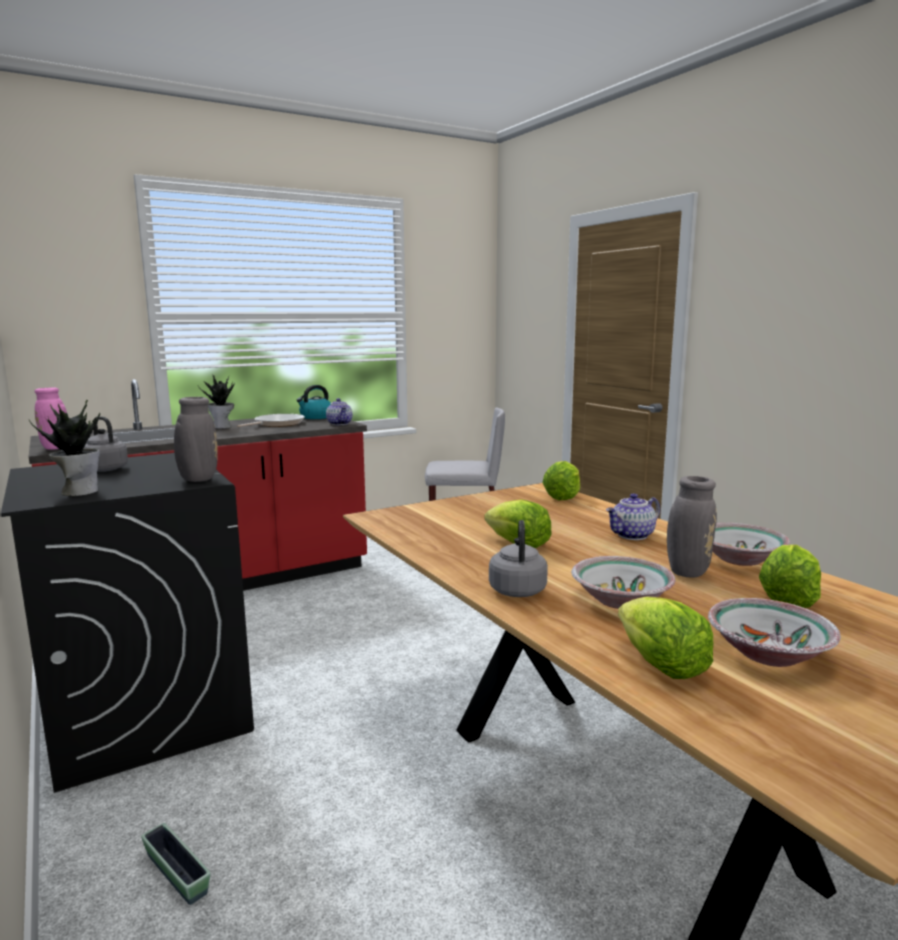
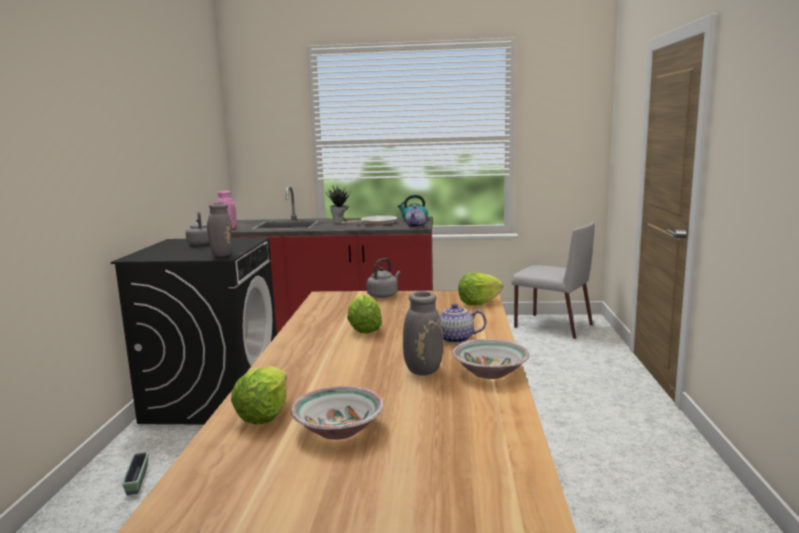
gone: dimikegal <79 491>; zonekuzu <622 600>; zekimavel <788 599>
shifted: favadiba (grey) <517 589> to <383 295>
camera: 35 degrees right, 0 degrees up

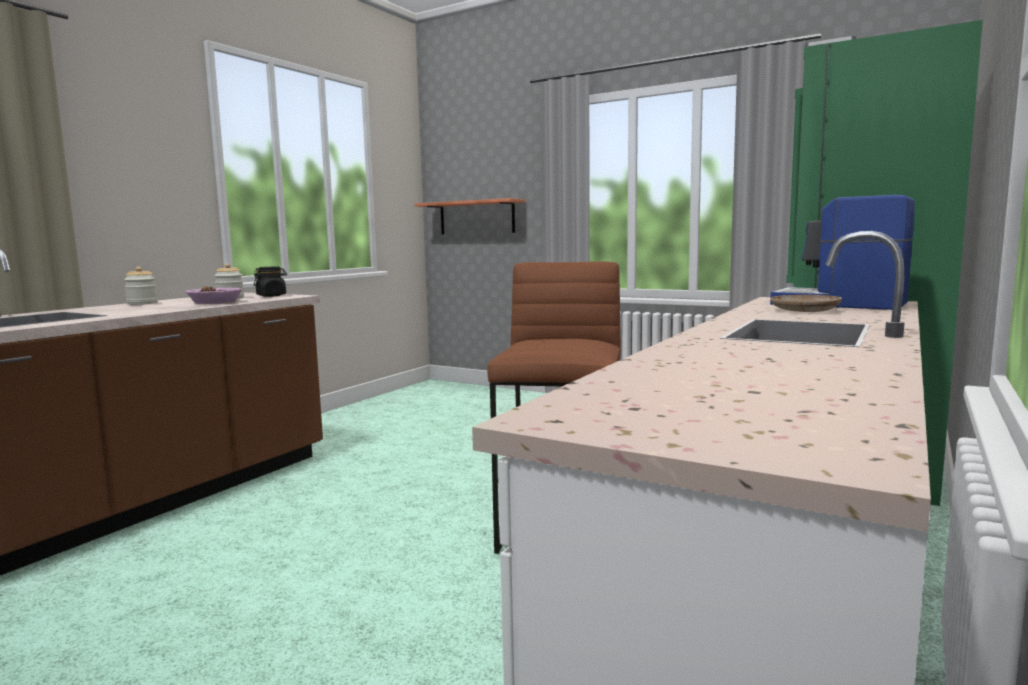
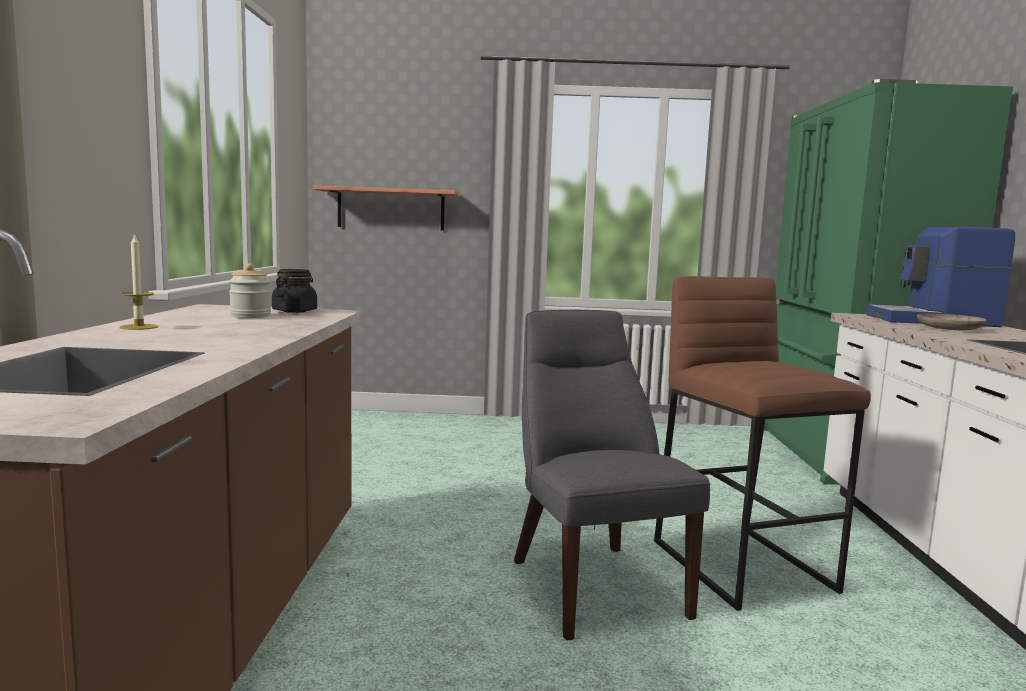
gone: zonekuzu <215 302>
new: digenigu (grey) <592 583>
swapped: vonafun <142 303> to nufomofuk <139 327>
camera: 30 degrees left, 0 degrees up

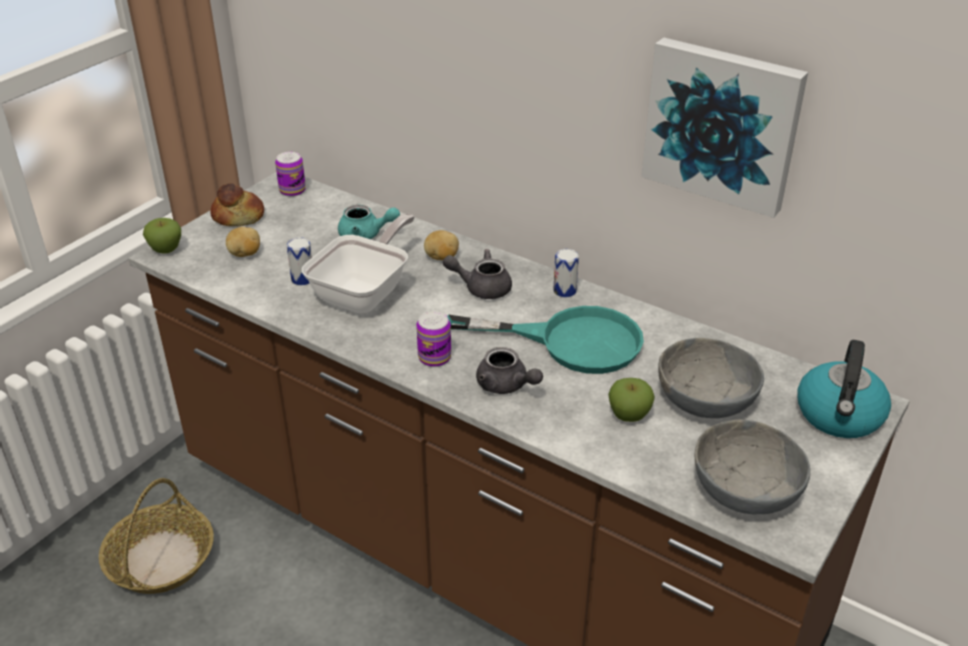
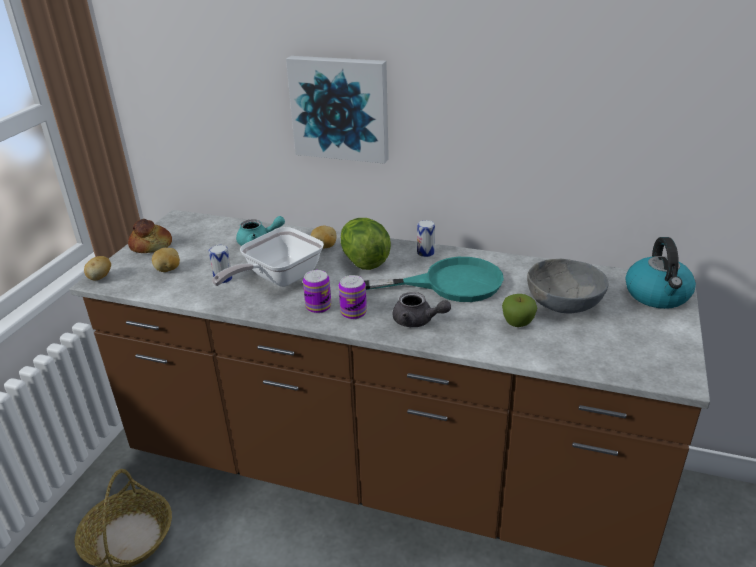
gone: zonekuzu (grey) <744 491>
shifted: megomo <722 124> to <340 108>; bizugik <292 190> to <318 307>
swapped: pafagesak <166 250> to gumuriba <100 278>; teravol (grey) <481 287> to zekimavel <364 261>
rotated: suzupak <365 293> = <277 279> 150 degrees counterclockwise
camera: 15 degrees left, 5 degrees down

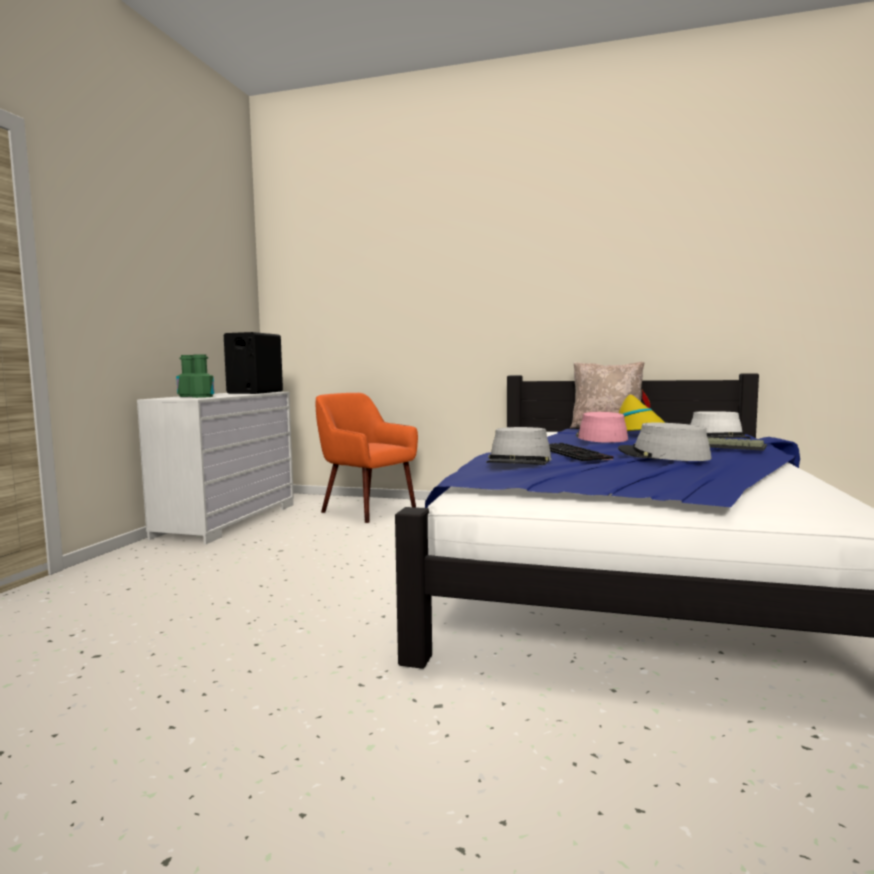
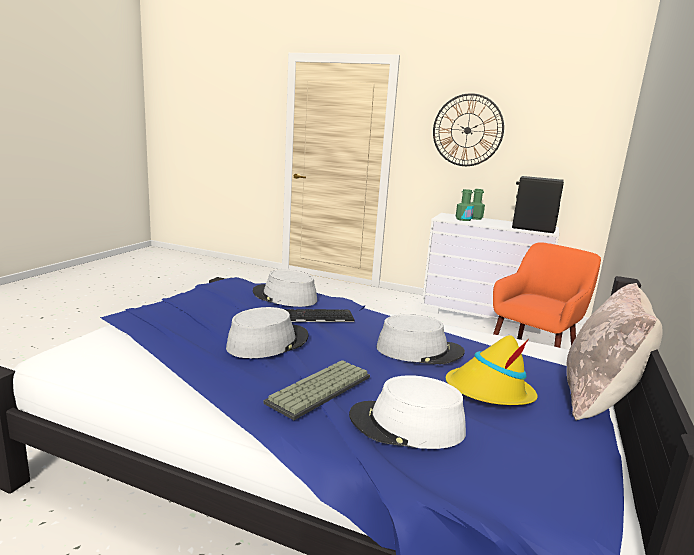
new: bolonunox <467 130>
repainted: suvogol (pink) <600 438> to suvogol (grey) <419 350>
camera: 95 degrees right, 10 degrees up

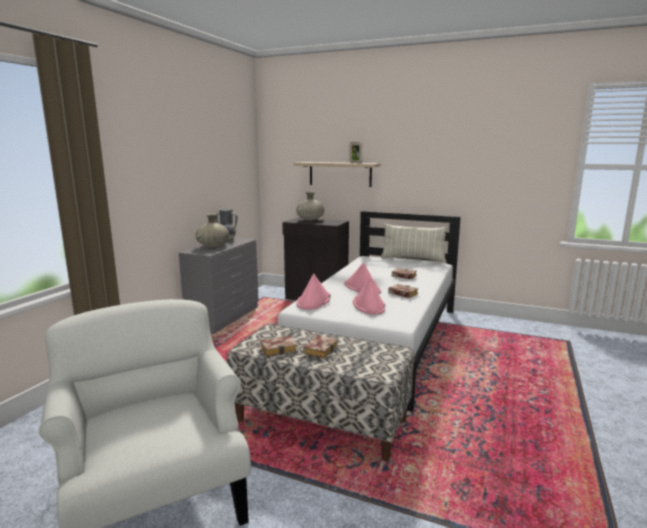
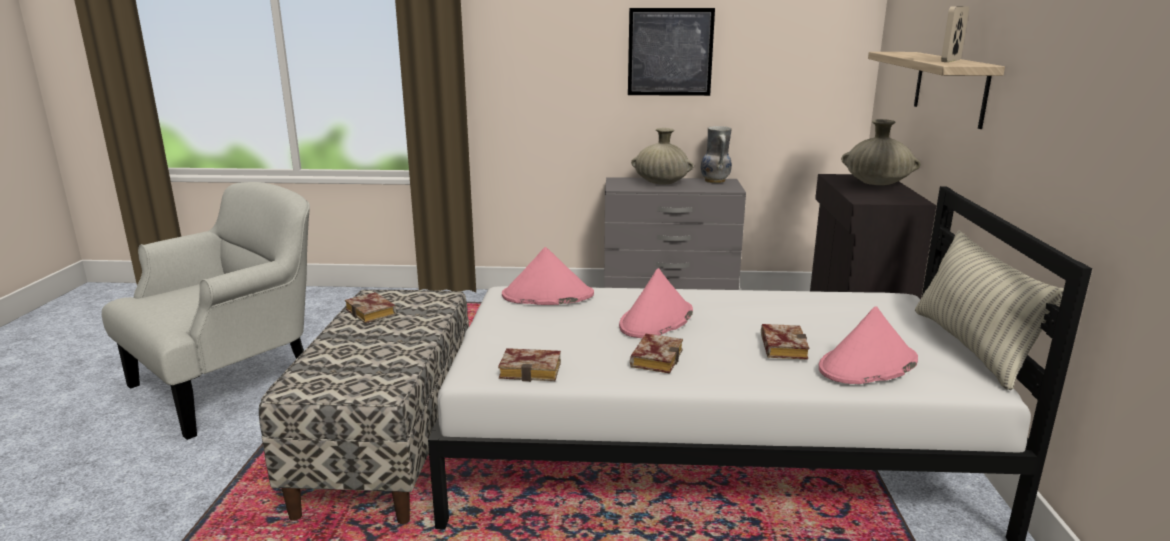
new: megomo <670 52>
shifted: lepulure <320 349> to <533 370>; suvogol (pink) <369 305> to <867 365>
camera: 70 degrees right, 5 degrees up

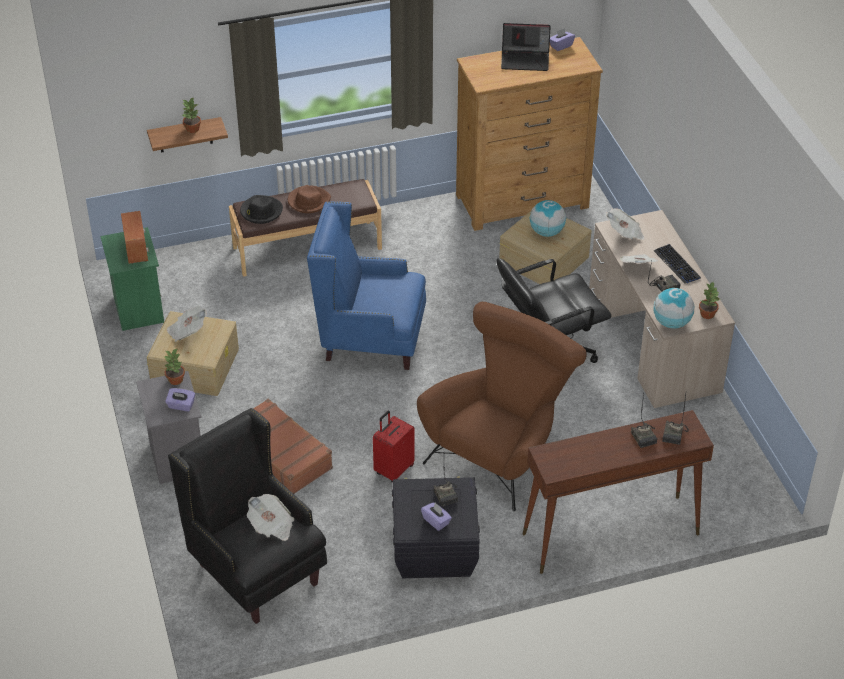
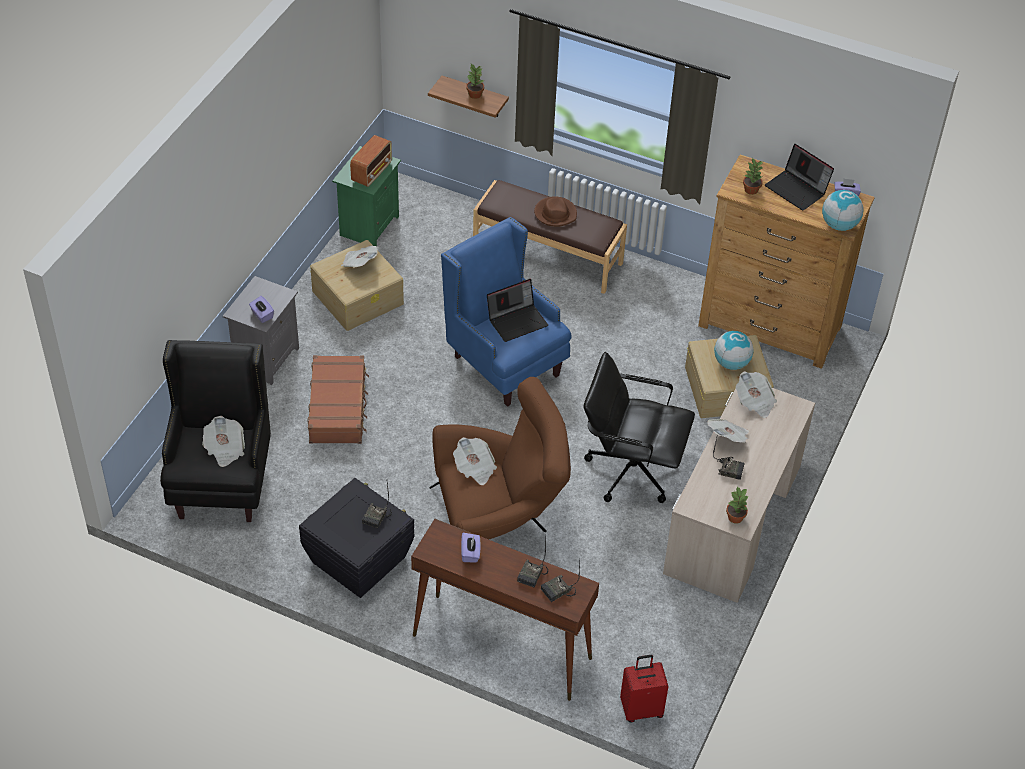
gone: suvogol (black) <261 211>; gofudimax <677 265>
new: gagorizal <475 468>; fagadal <517 321>
shifted: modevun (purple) <436 521> to <470 553>; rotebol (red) <393 469> to <641 709>; dimikegal <176 380> to <751 190>; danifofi <671 323> to <839 225>
camera: 40 degrees right, 5 degrees up

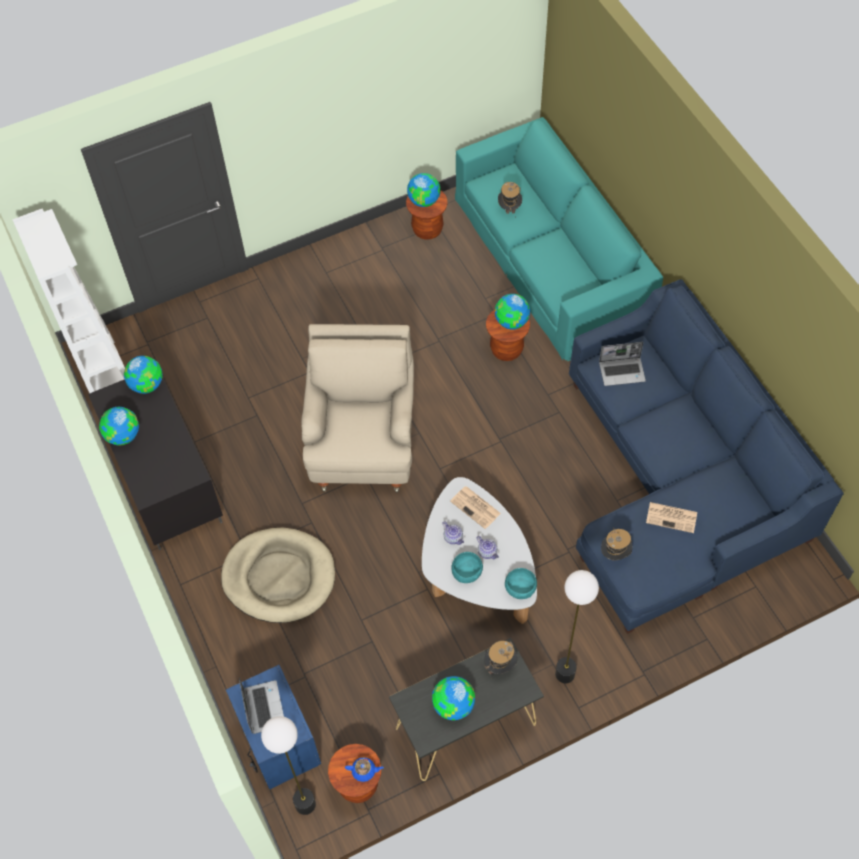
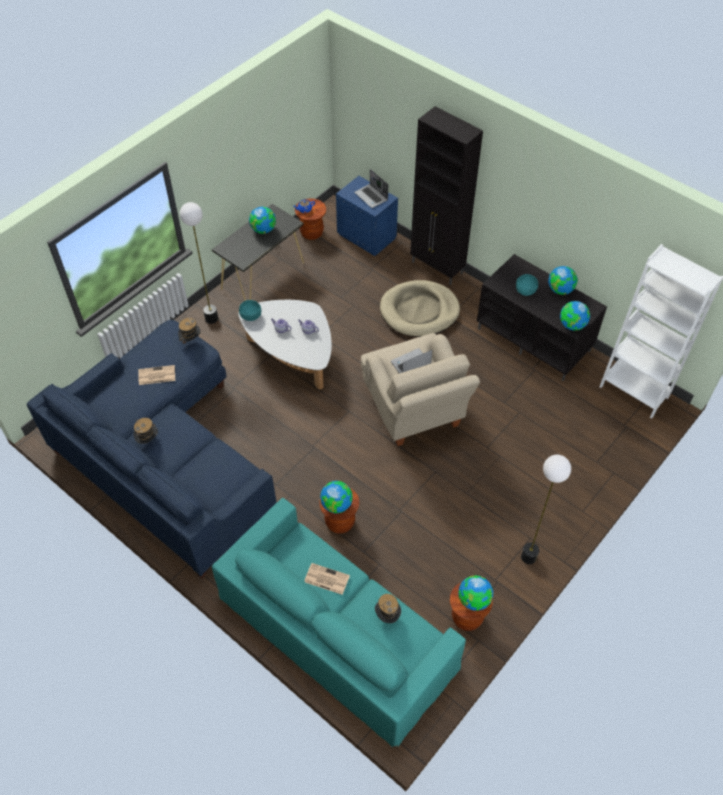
new: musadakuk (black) <437 268>
shifted: suvogol <500 665> to <148 440>; gagorizal <476 507> to <326 579>; fagadal <622 371> to <410 364>; zonekuzu (turquoise) <466 573> to <525 290>; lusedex <305 804> to <528 557>
camera: 155 degrees right, 5 degrees down

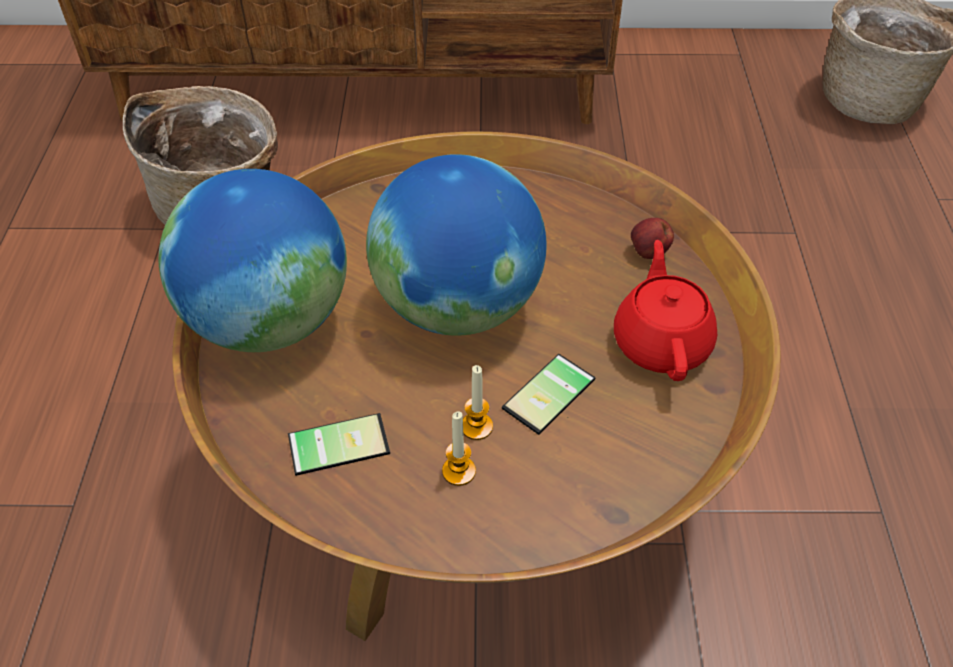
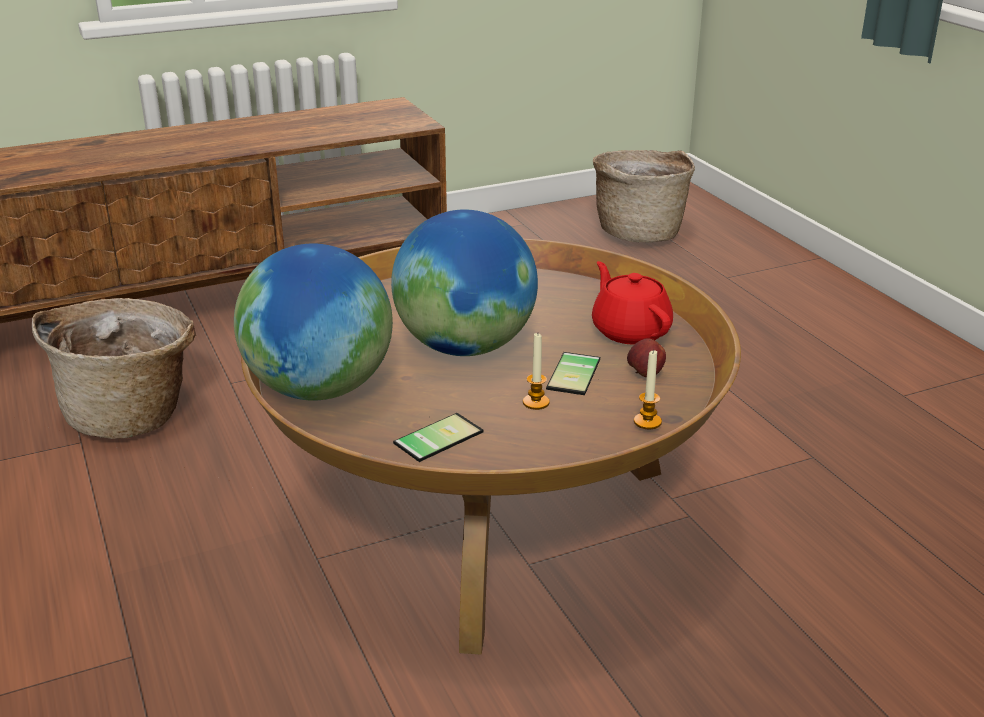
shifted: pafagesak <648 253> to <645 374>; nufomofuk <459 471> to <647 422>
camera: 25 degrees left, 20 degrees down

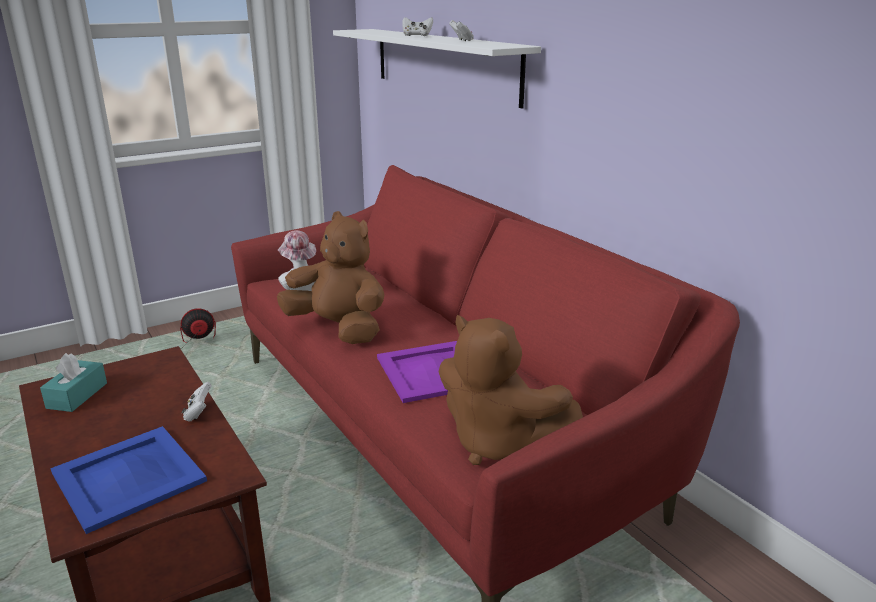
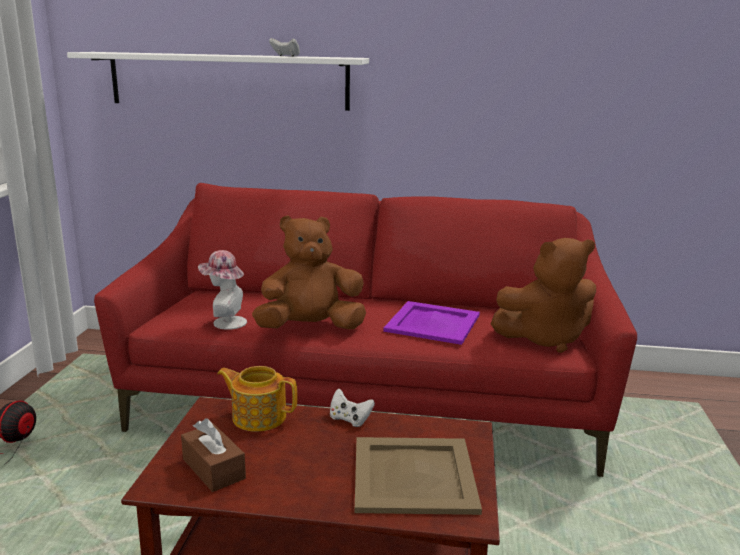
gone: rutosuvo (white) <417 36>
new: teravol <258 416>
repainted: modevun (turquoise) <77 395> to modevun (brown) <213 469>; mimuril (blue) <130 477> to mimuril (beige) <415 474>
camera: 50 degrees left, 5 degrees down

